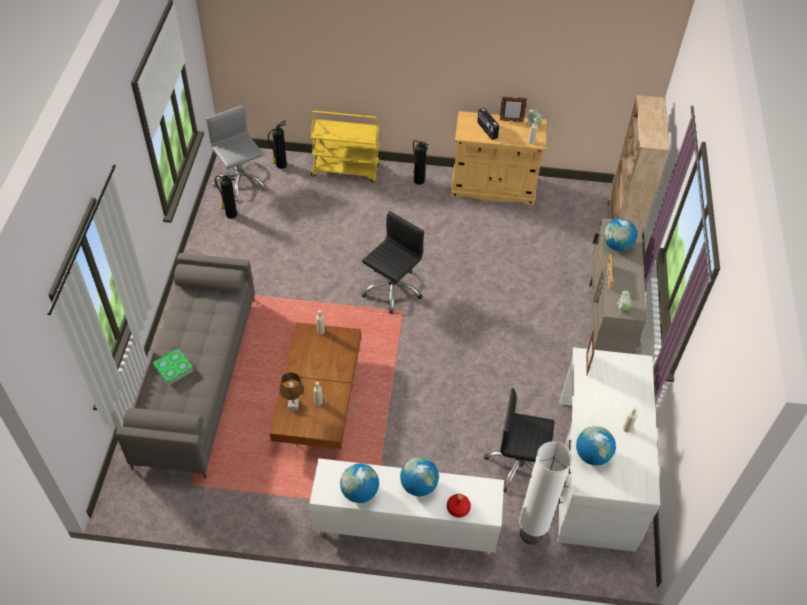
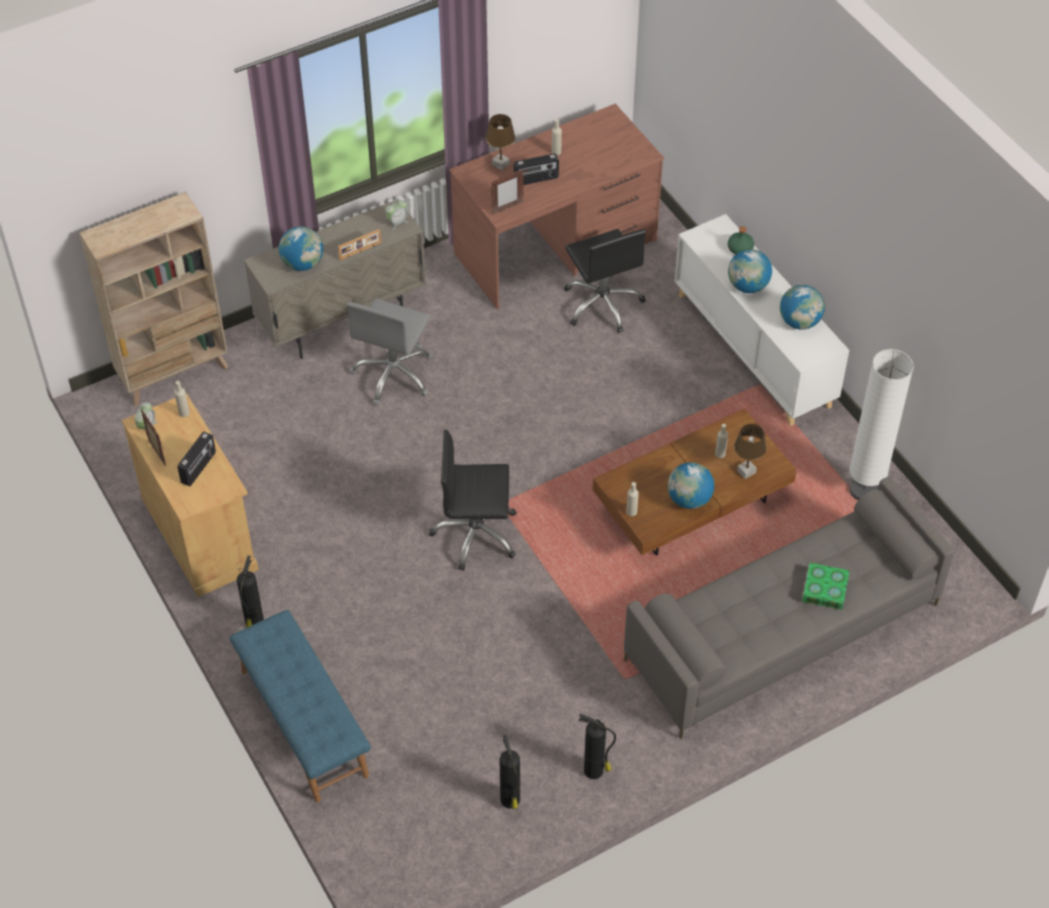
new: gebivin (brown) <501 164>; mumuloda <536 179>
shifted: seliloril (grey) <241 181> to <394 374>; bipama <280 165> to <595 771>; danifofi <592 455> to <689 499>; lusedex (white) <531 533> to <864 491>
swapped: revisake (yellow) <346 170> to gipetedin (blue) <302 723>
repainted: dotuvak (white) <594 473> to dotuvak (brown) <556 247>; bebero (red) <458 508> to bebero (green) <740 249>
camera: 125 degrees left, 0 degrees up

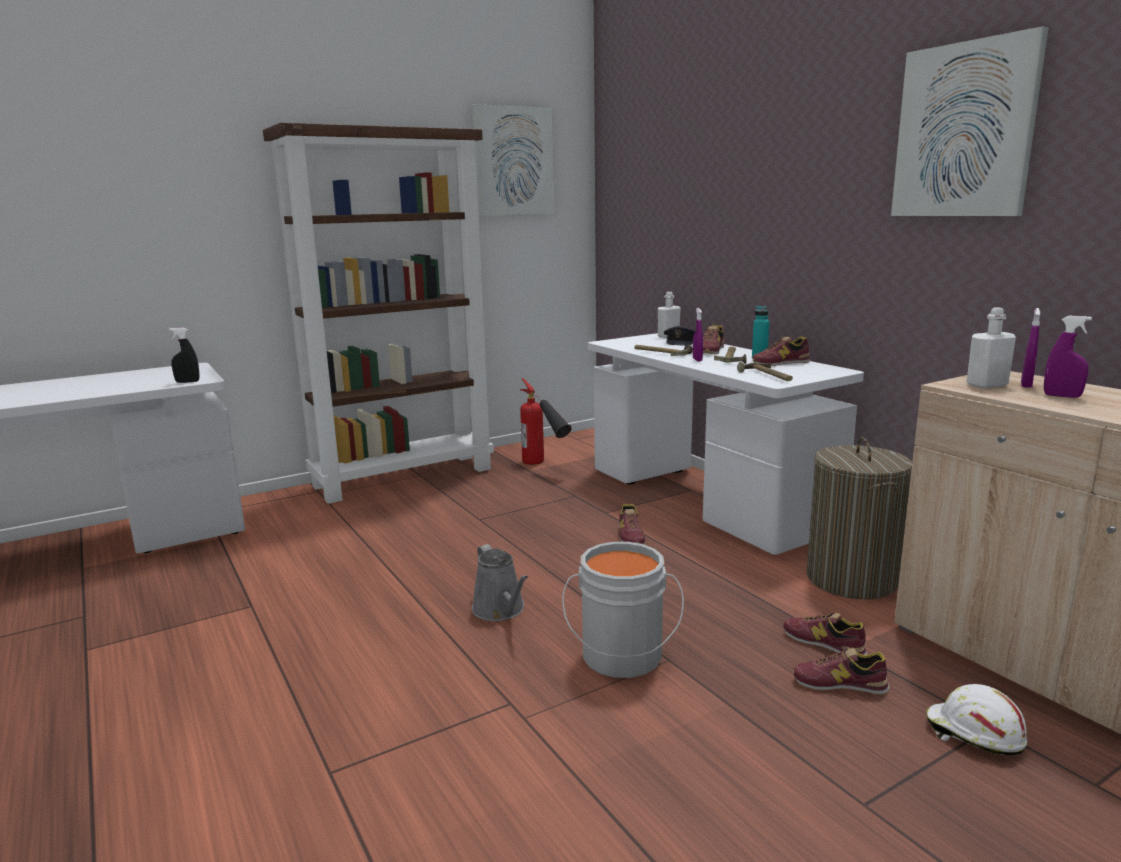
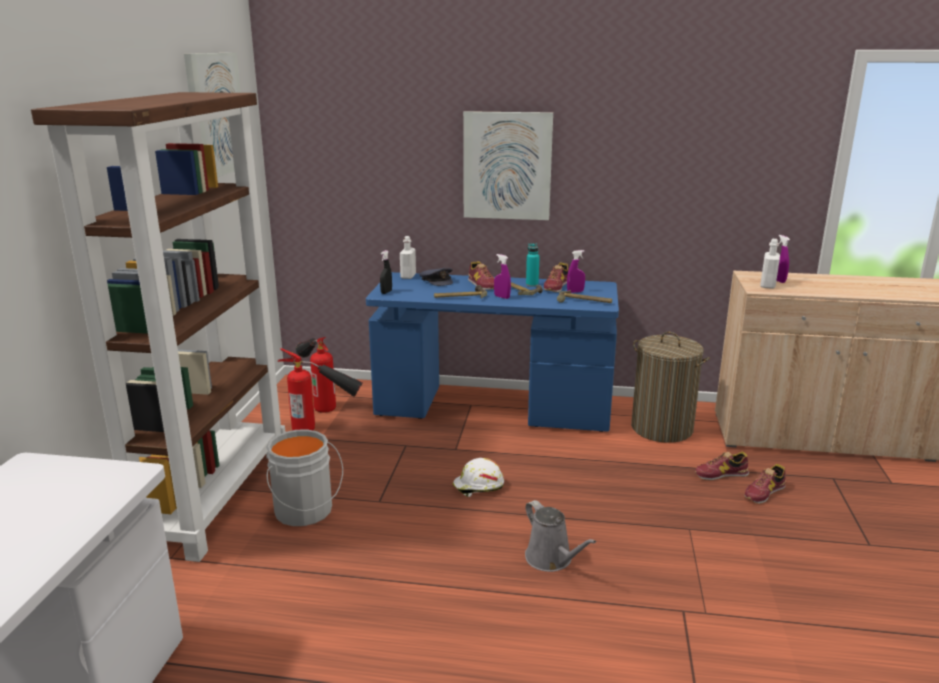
gone: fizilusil <630 535>
new: bipama <318 400>
shifted: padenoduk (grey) <621 658> to <305 511>; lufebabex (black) <187 382> to <386 292>; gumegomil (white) <973 734> to <478 486>; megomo <964 131> to <507 166>; lufebabex (purple) <1062 396> to <575 292>
repainted: dotuvak (white) <706 499> to dotuvak (blue) <493 408>
rotated: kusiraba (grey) <500 610> = <551 559> 45 degrees clockwise
camera: 50 degrees left, 5 degrees up

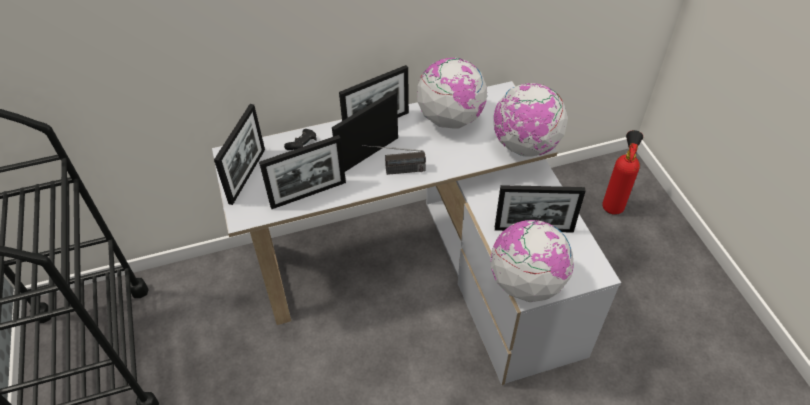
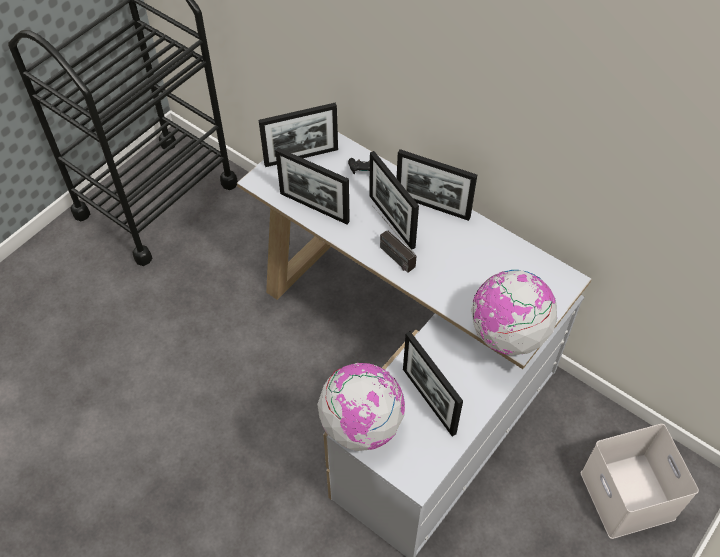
gone: danifofi <450 119>
swapped: bipama <613 204> to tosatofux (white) <629 496>
rotated: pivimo <368 154> = <391 221> 135 degrees counterclockwise
camera: 55 degrees right, 5 degrees up

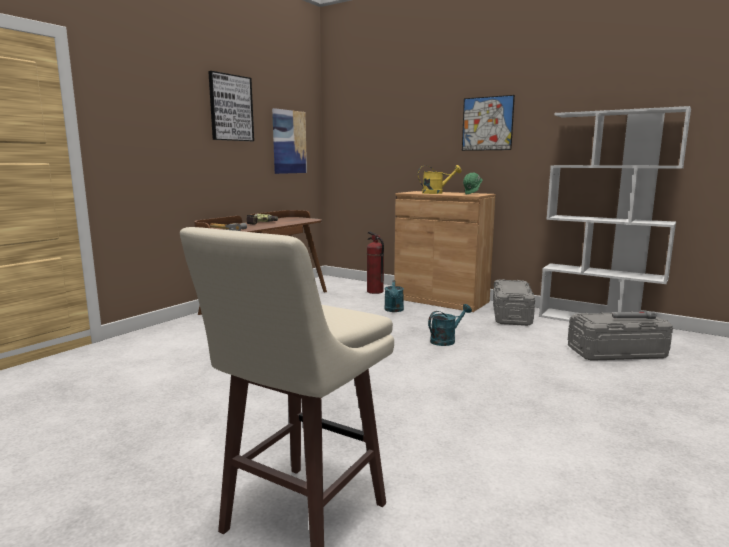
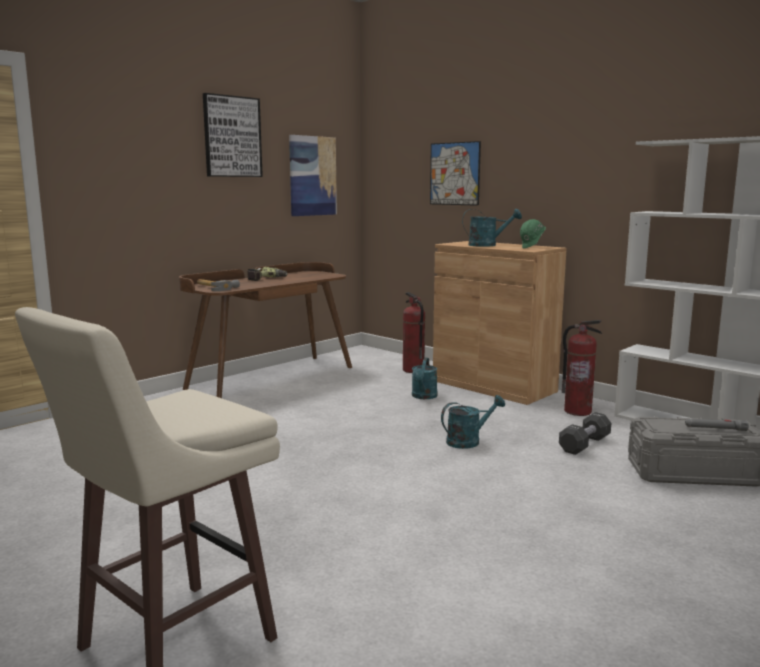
new: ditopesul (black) <584 444>
shifted: megomo <487 123> to <454 173>
swapped: tosatofux (grey) <511 315> to bipama <577 411>
repainted: kusiraba (yellow) <436 193> to kusiraba (turquoise) <487 245>
camera: 10 degrees right, 0 degrees up

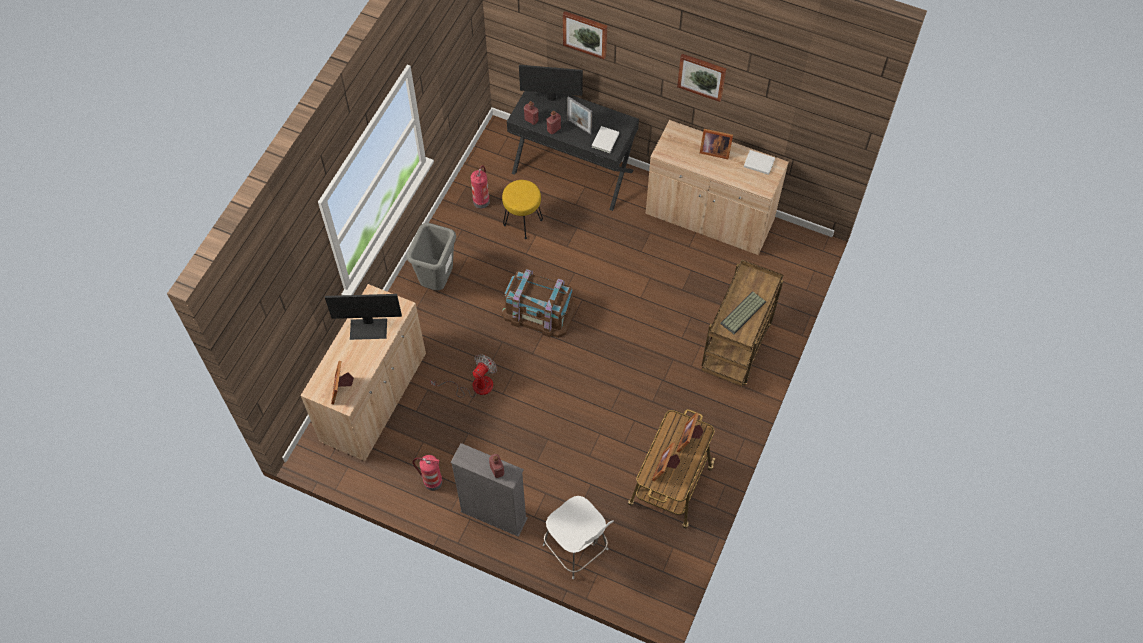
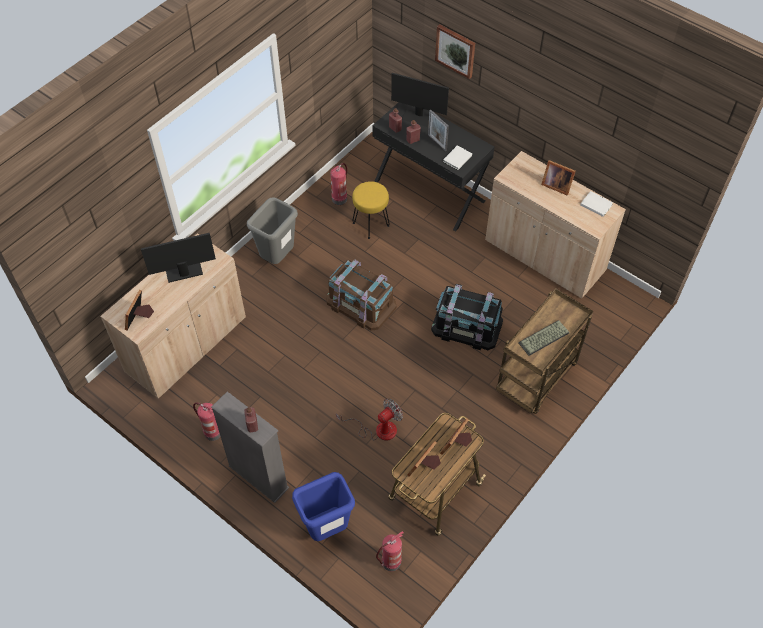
gone: megomo <702 76>
new: bipama <390 562>; tosatofux (black) <466 326>
shifted: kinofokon <474 386> to <378 429>
swapped: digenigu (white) <577 549> to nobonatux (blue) <326 529>
rotated: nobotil <368 328> = <183 271> 150 degrees clockwise
camera: 15 degrees right, 5 degrees down

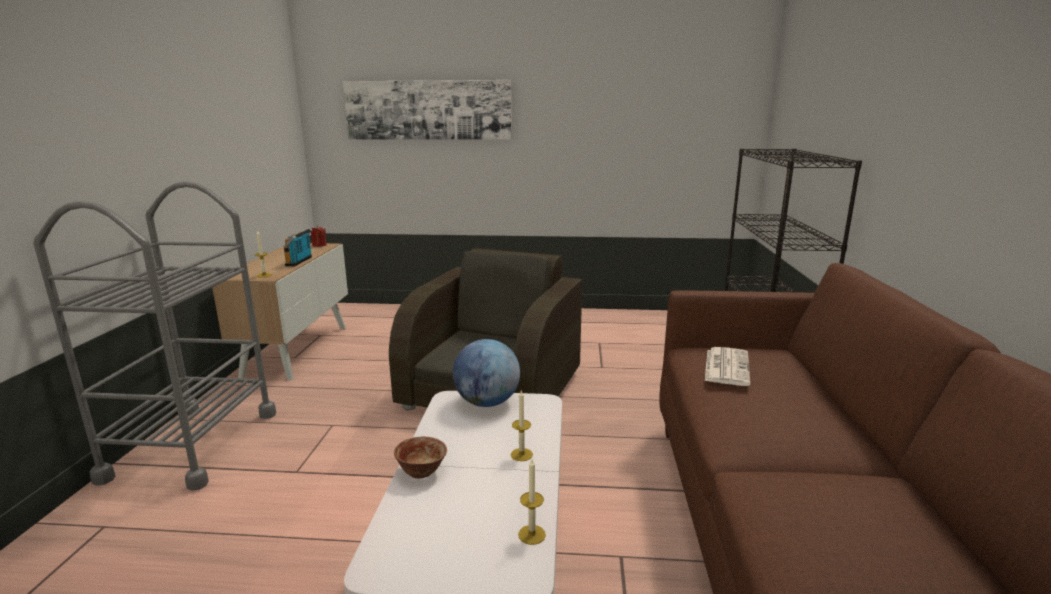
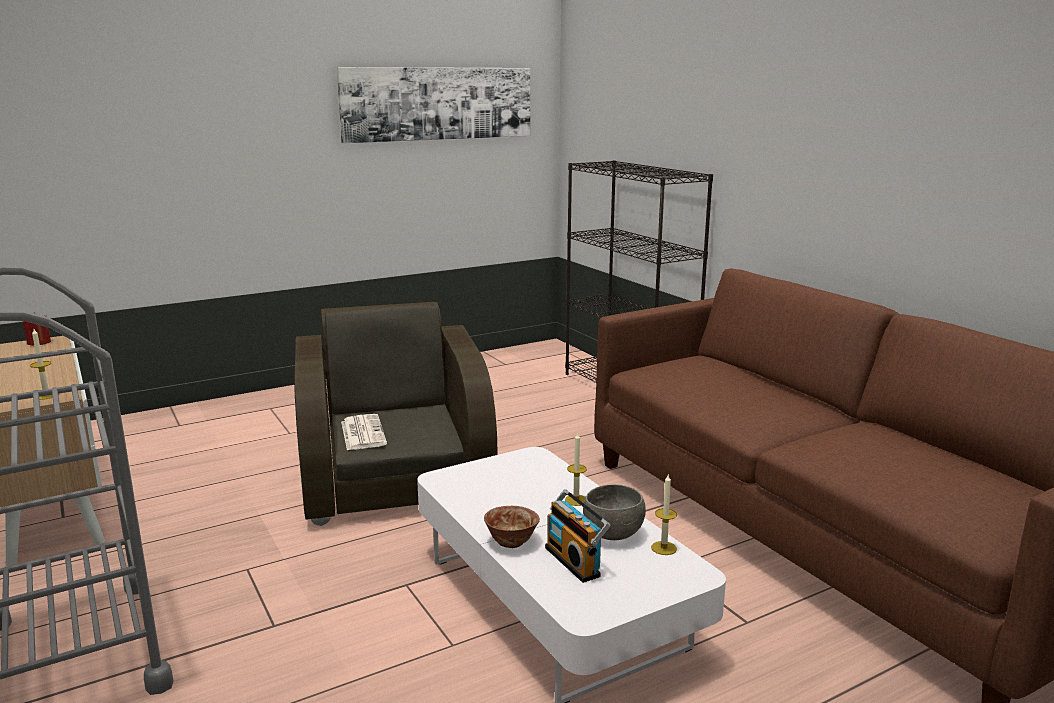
gone: danifofi <487 402>
new: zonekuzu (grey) <613 533>
shifted: megomo <428 110> to <438 103>; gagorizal <726 366> to <362 433>; mumuloda <300 261> to <575 561>
camera: 35 degrees left, 0 degrees up

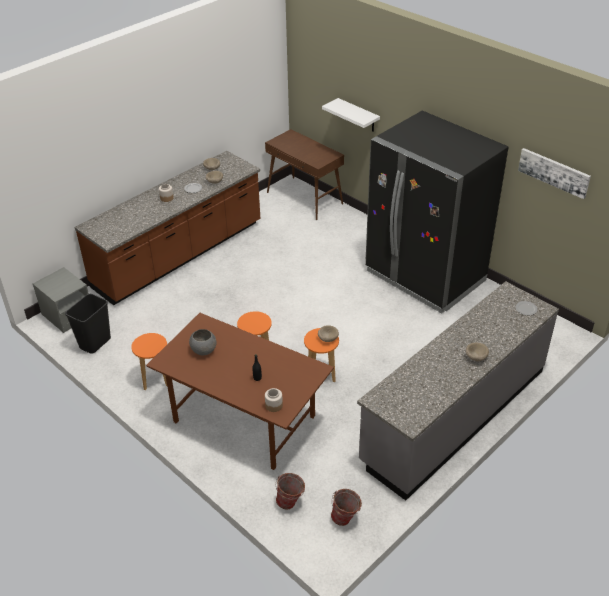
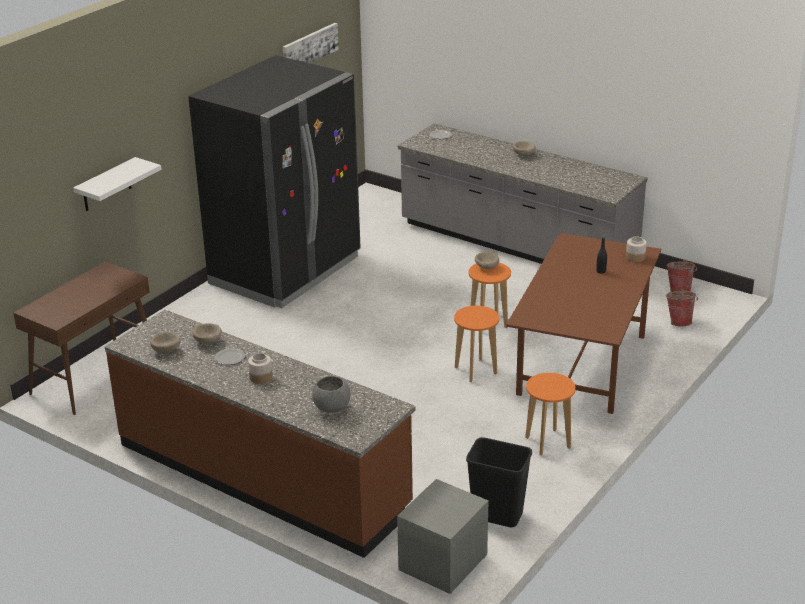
shifted: zonekuzu (grey) <203 350> to <332 408>
camera: 100 degrees left, 10 degrees down

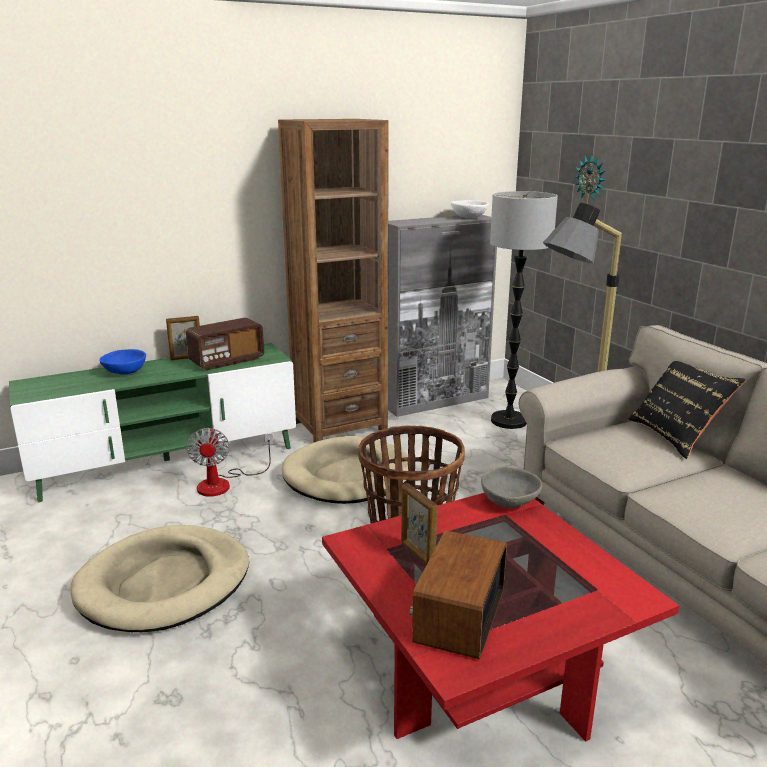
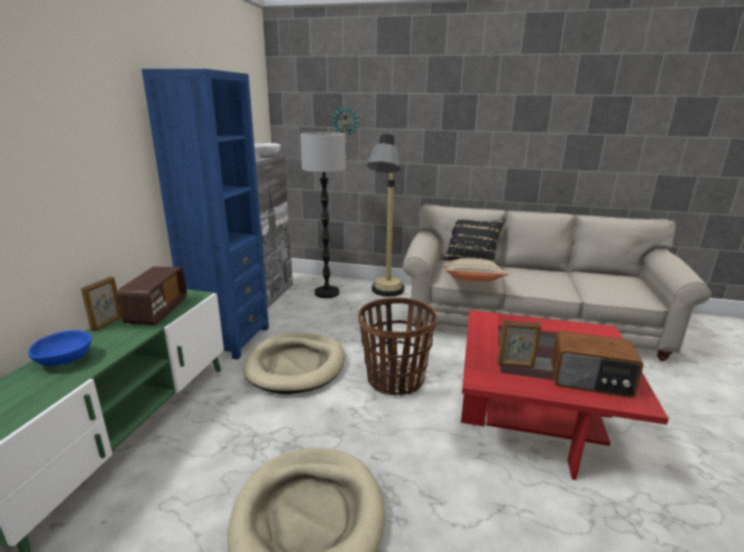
gone: kinofokon <224 483>; zonekuzu (grey) <509 502>
new: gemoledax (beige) <472 281>
repainted: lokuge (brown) <339 426> to lokuge (blue) <229 339>
rotated: mumuloda <457 616> = <590 380> 45 degrees counterclockwise
camera: 50 degrees left, 0 degrees up

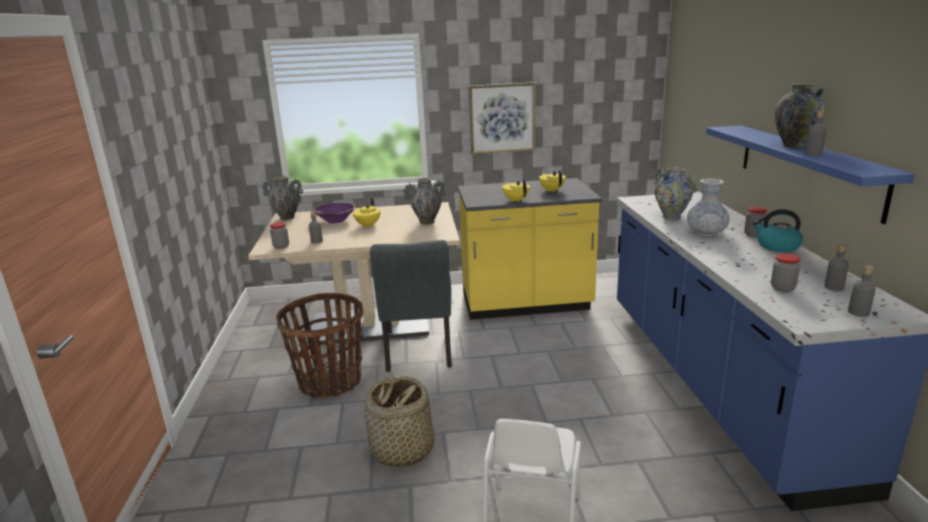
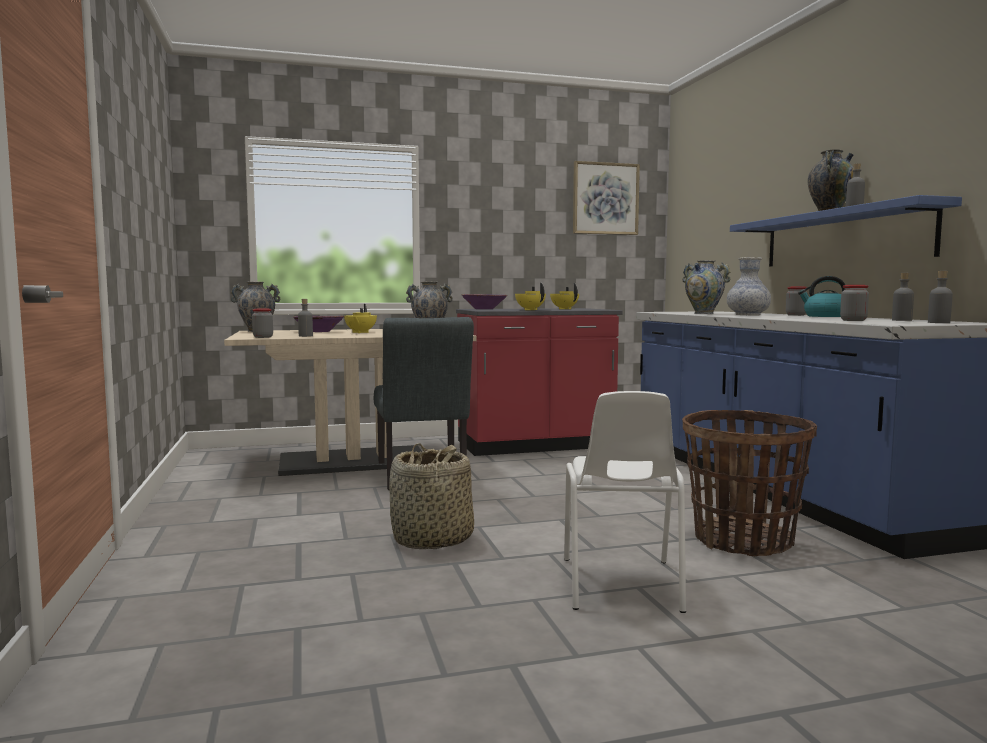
new: zonekuzu (purple) <484 309>
shifted: megomo <502 118> to <605 198>; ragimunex <330 382> to <743 540>
repainted: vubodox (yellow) <526 304> to vubodox (red) <535 446>
camera: 10 degrees left, 15 degrees down

